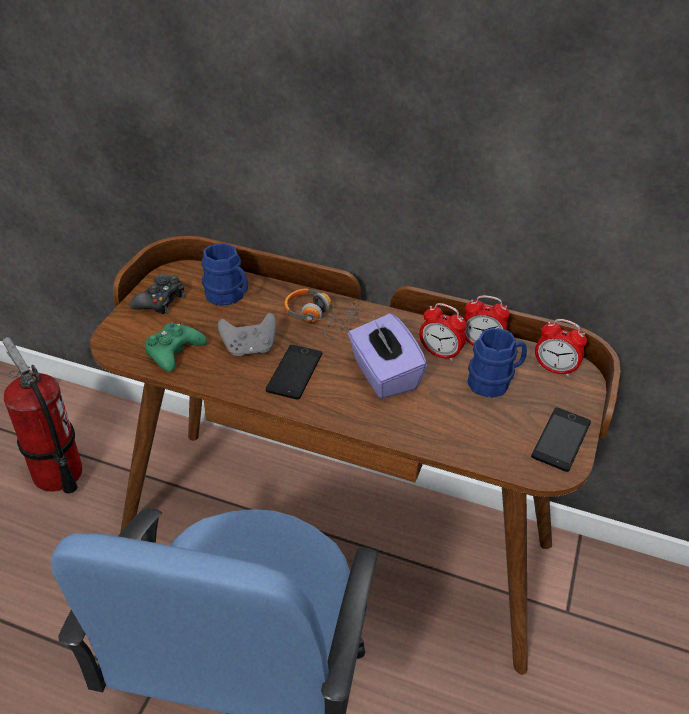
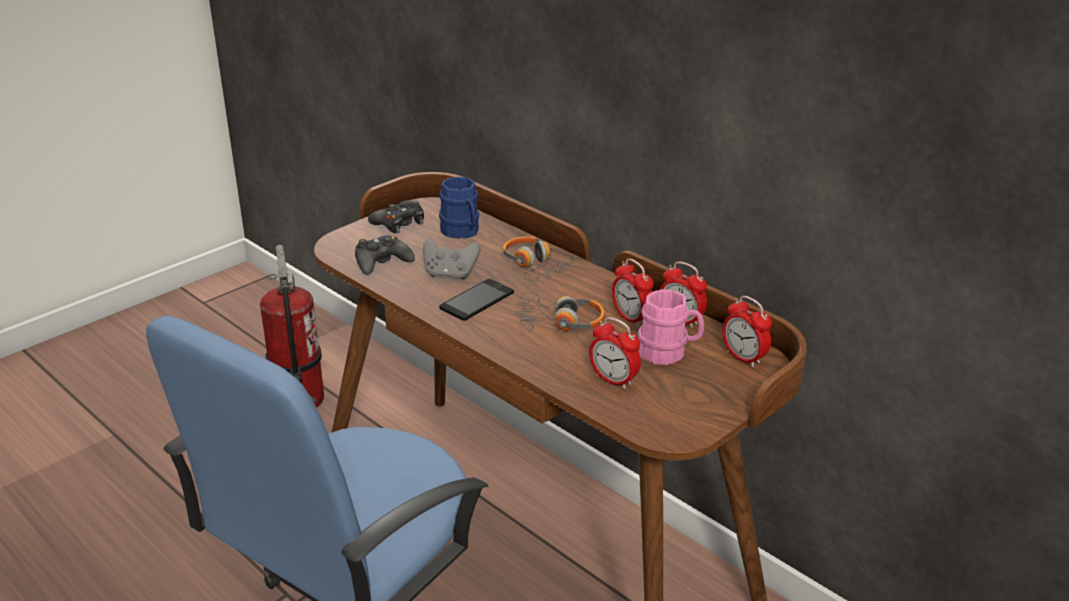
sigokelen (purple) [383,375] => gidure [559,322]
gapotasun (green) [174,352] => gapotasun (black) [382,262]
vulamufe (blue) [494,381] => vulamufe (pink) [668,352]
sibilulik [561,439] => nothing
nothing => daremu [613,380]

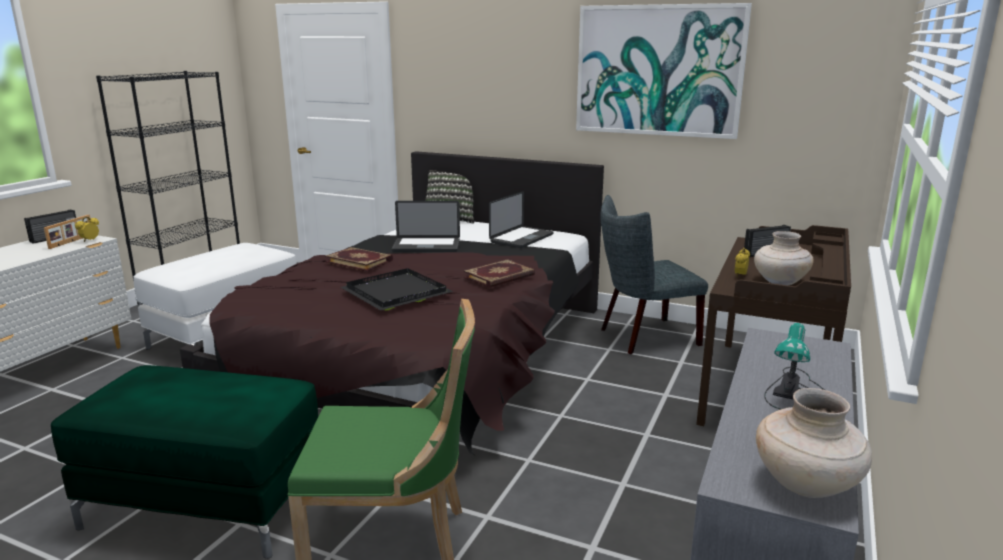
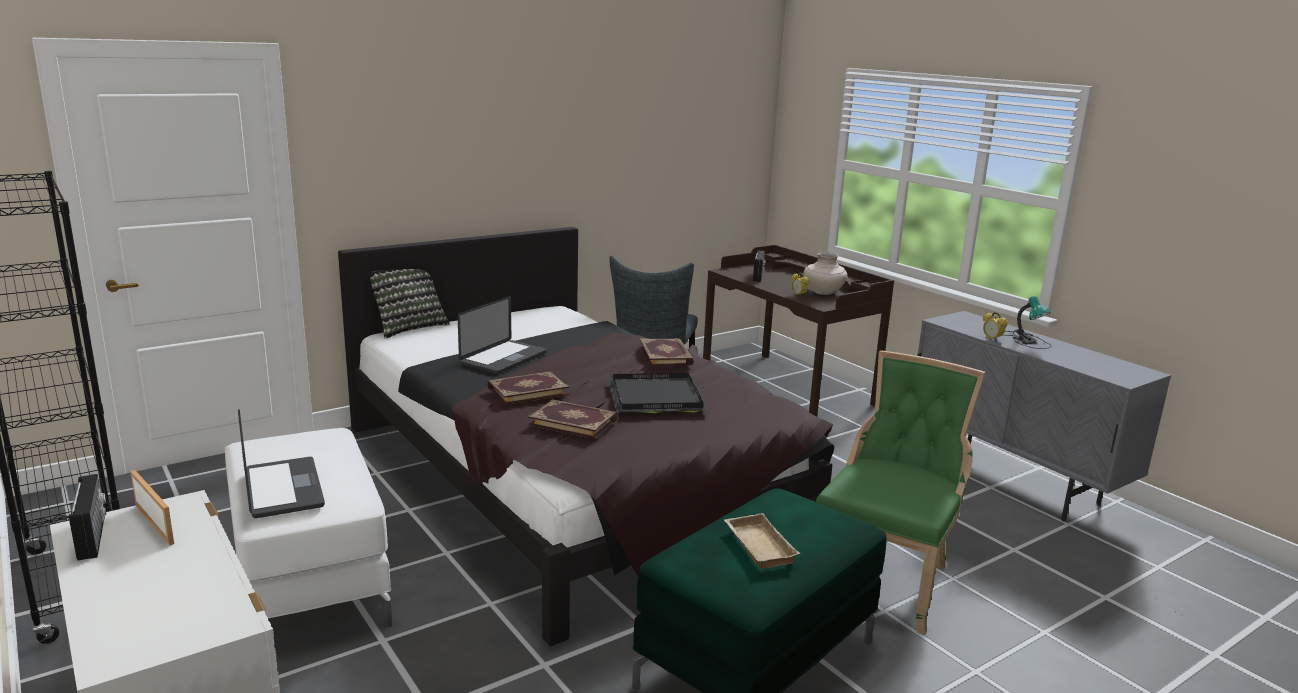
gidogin [658,71] => nothing
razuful [521,238] => razuful [283,489], relocated
daremu [90,241] => daremu [992,339], relocated
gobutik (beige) [806,485] => nothing
nothing => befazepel [573,422]
nothing => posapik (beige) [757,546]

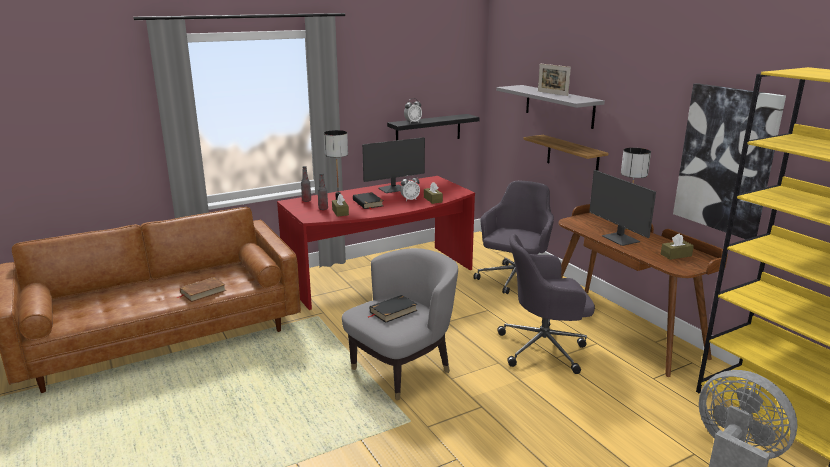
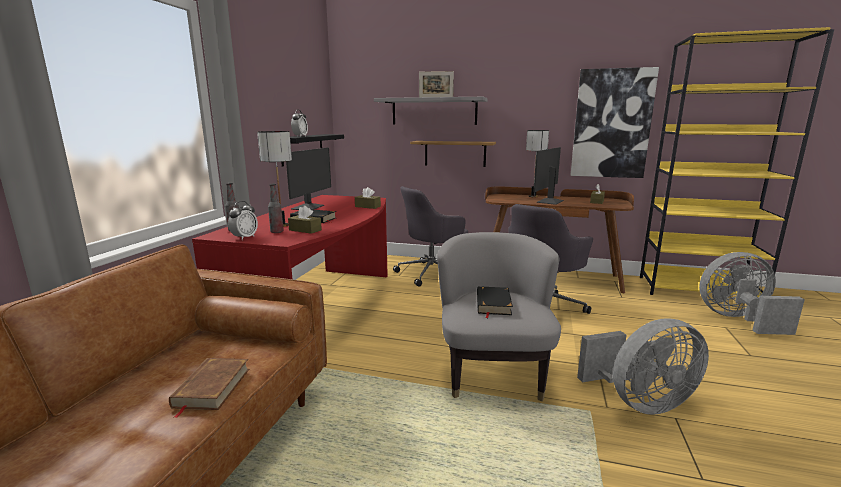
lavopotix [619,239] => lavopotix [549,201], 105 degrees clockwise
daremu [410,199] => daremu [244,237], relocated
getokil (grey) [515,281] => getokil (grey) [432,273], 105 degrees counterclockwise
nothing => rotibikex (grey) [640,402]

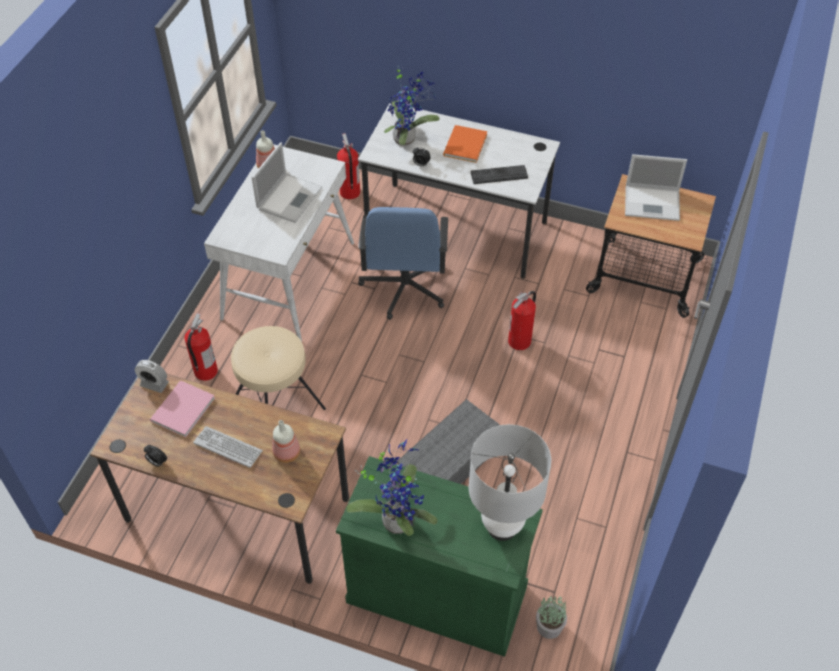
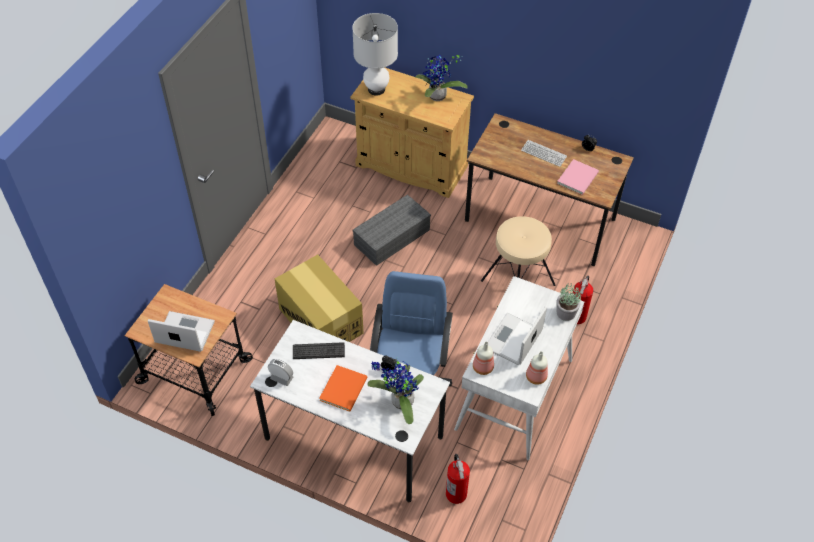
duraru [520,341] => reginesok [320,321]
daremu [154,384] => daremu [281,378], relocated
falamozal [287,452] => falamozal [482,368], relocated
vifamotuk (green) [437,593] => vifamotuk (beige) [411,166]
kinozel [549,626] => kinozel [565,313], relocated

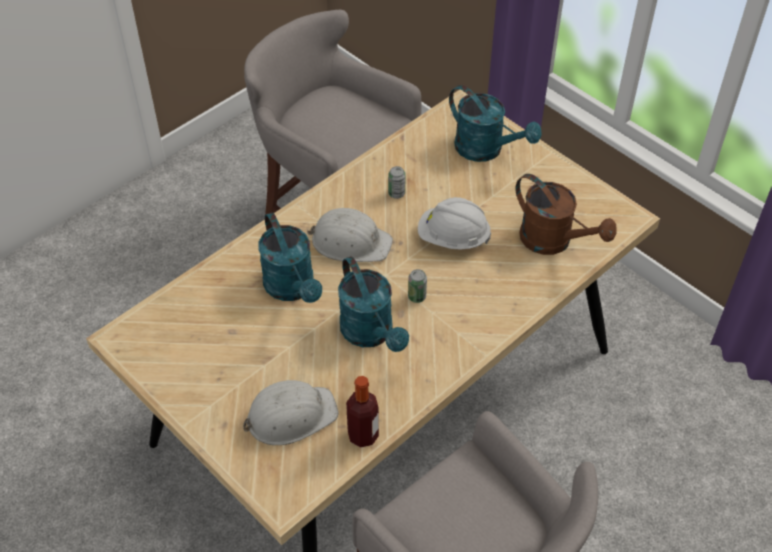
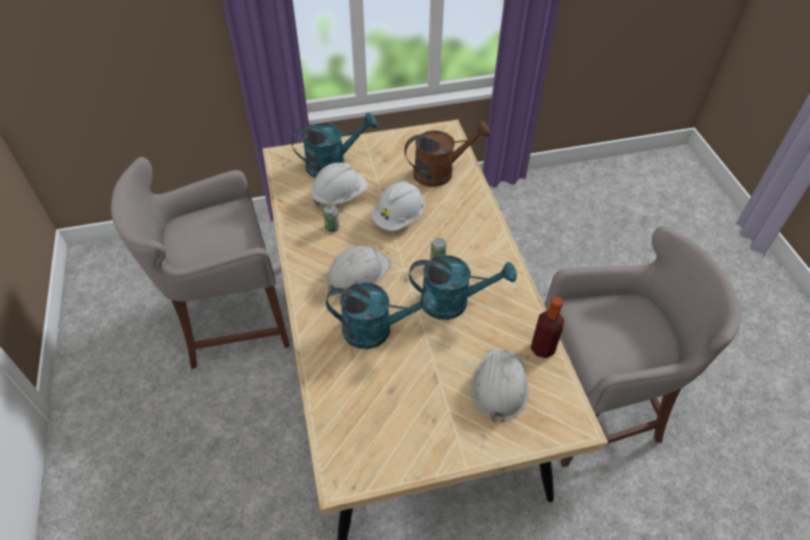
nothing => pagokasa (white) [339,195]

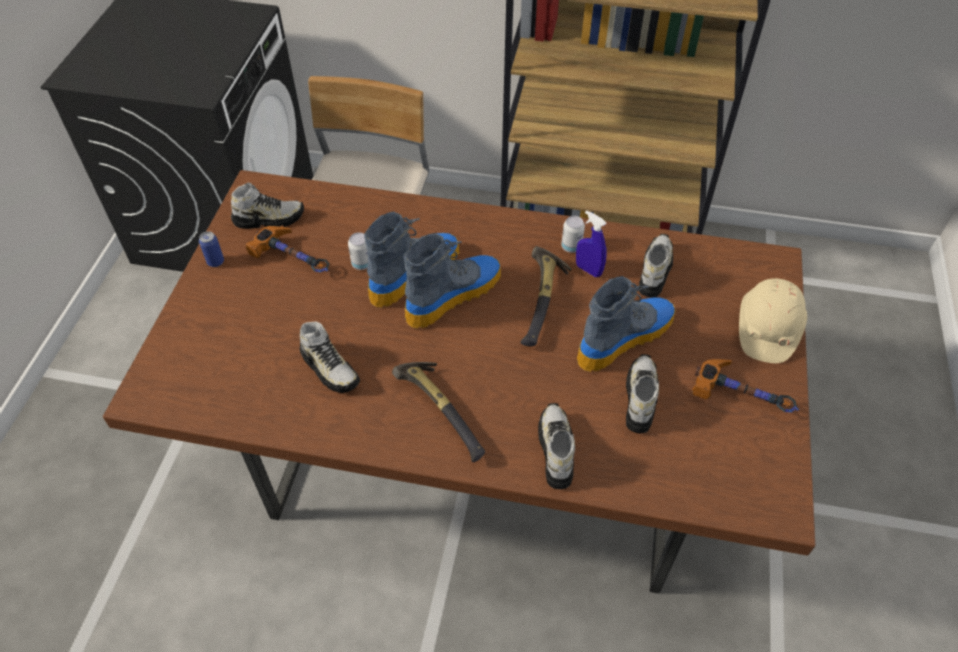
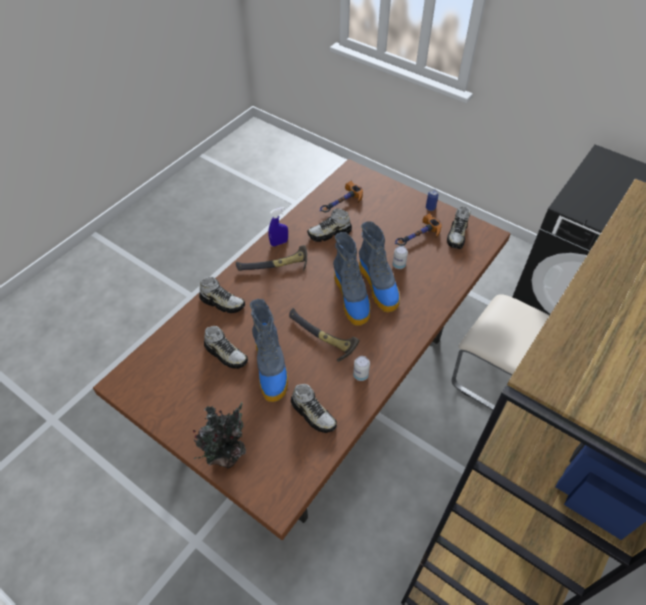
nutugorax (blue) [588,270] => nutugorax (blue) [279,243], relocated
pagokasa (beige) [766,330] => kinozel [227,454]
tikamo [743,395] => tikamo [341,205], relocated

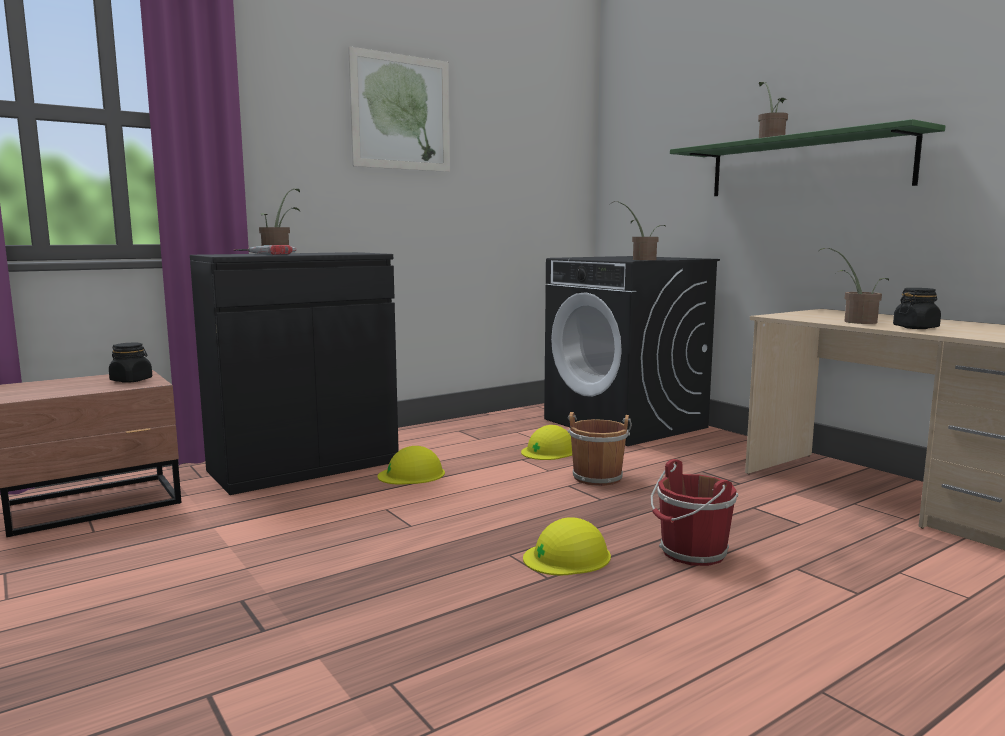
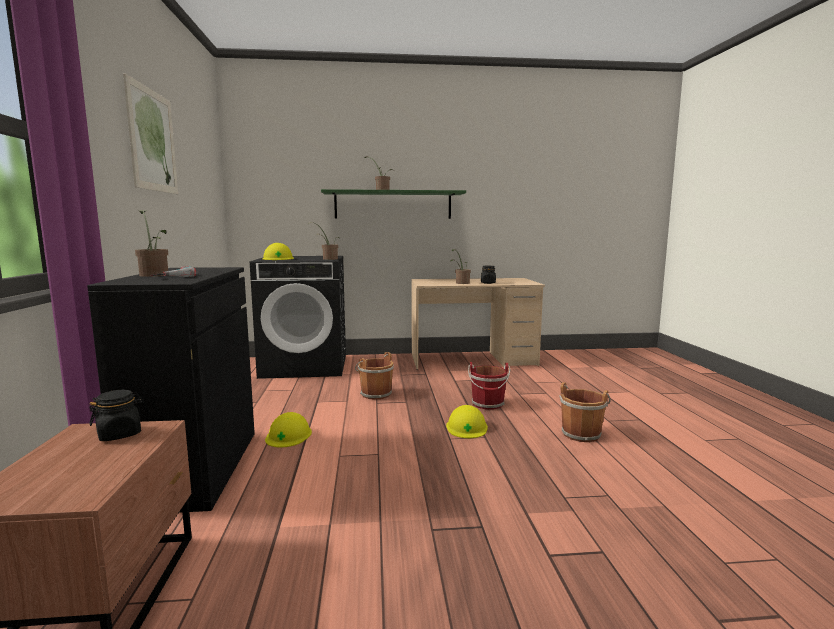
pagokasa (yellow) [549,451] => pagokasa (yellow) [278,258], relocated
nothing => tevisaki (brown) [581,433]

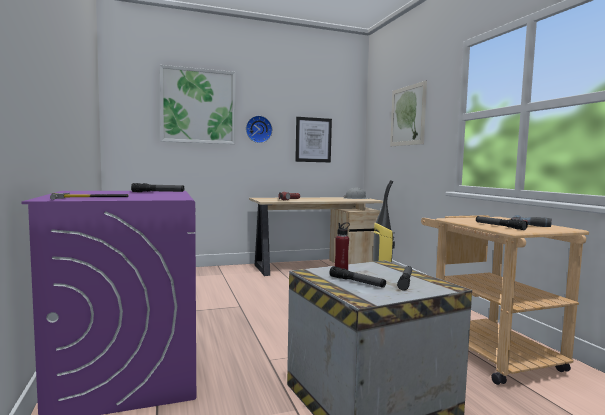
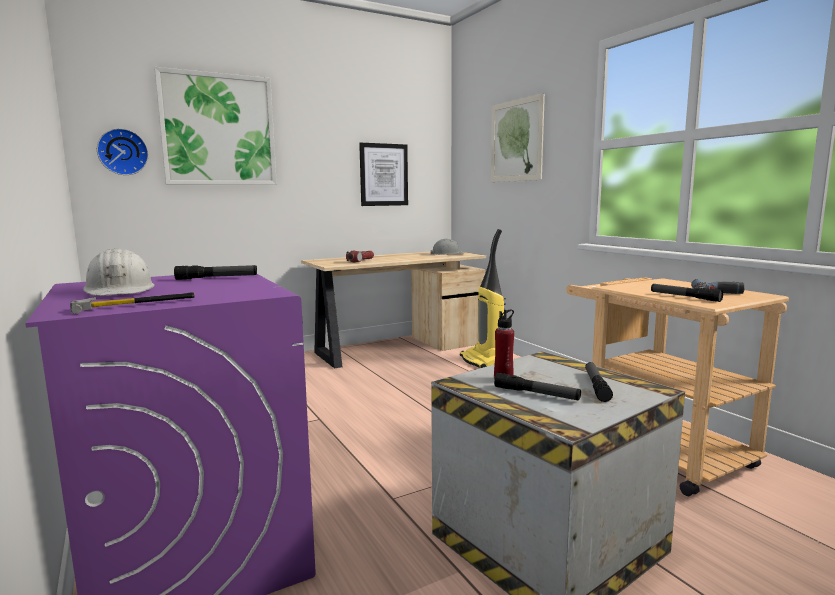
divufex [258,129] => divufex [123,152], relocated
nothing => pagokasa (white) [120,290]

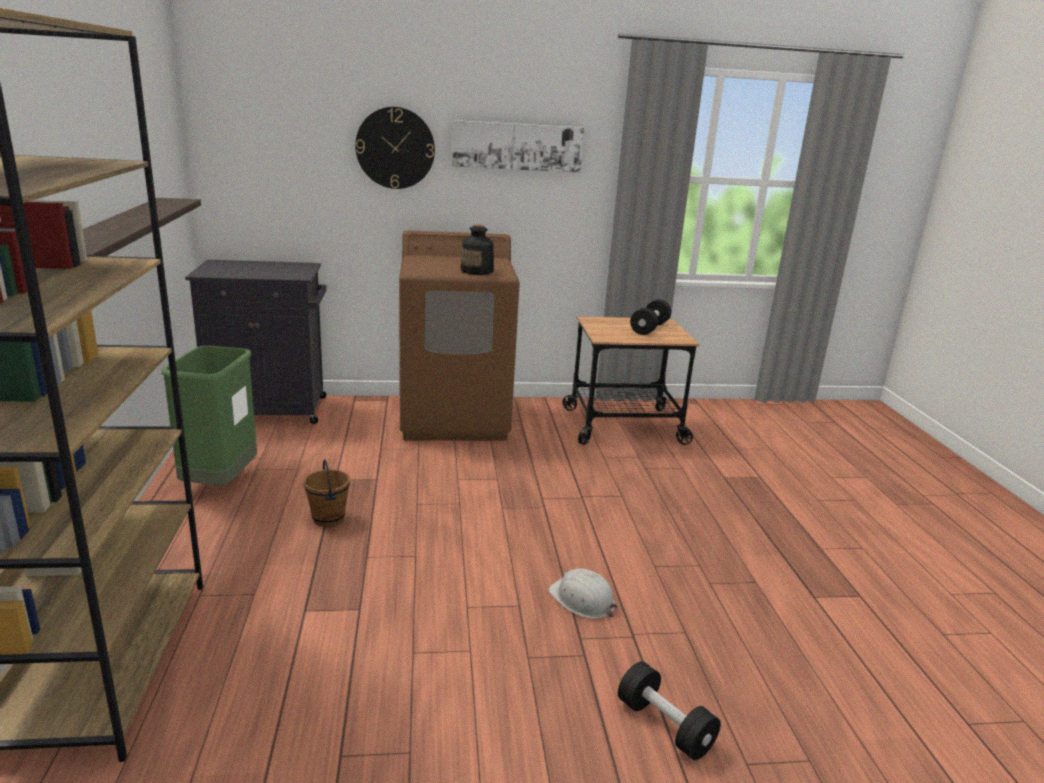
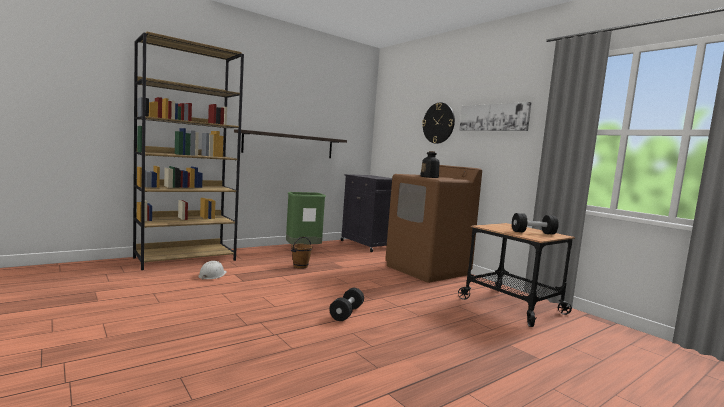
pagokasa (white) [582,600] => pagokasa (white) [212,275], relocated
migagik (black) [664,726] => migagik (black) [346,313], relocated

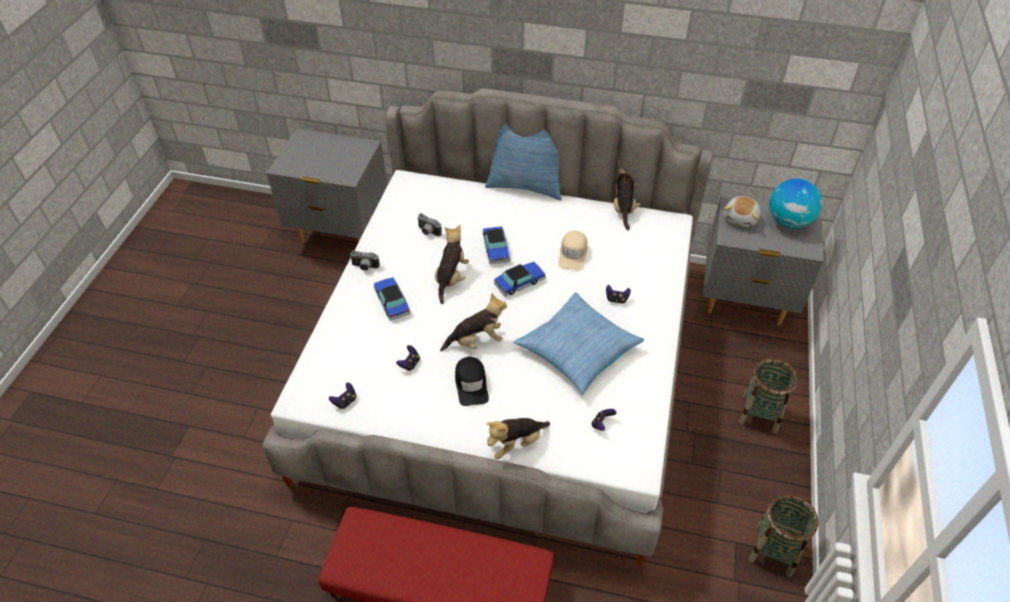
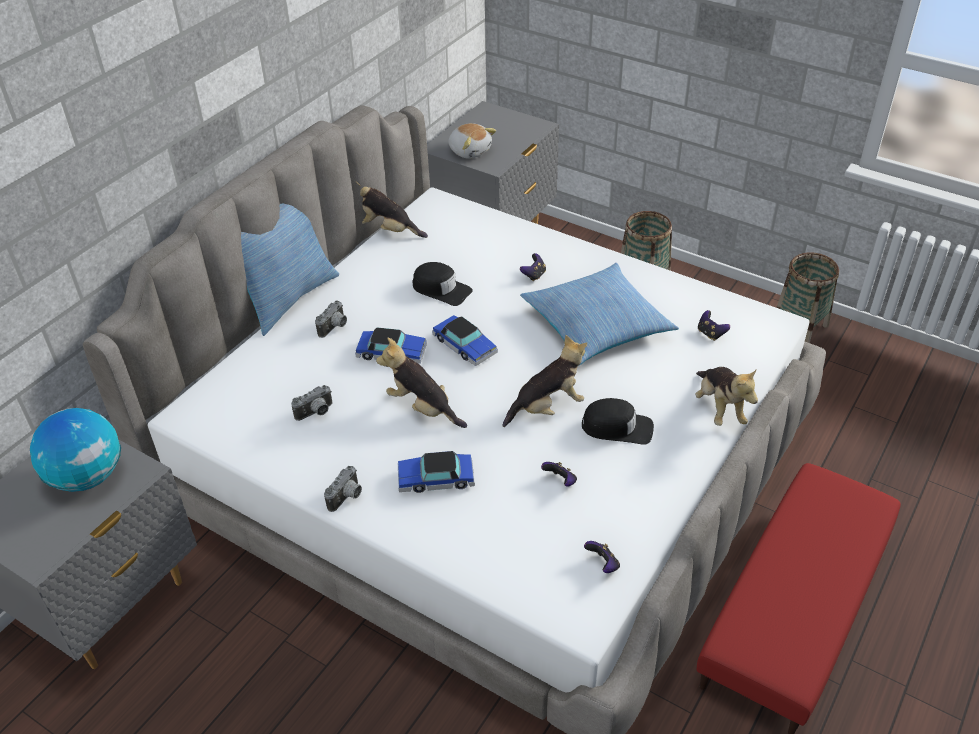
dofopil [789,221] => dofopil [87,476], relocated
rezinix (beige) [573,254] => rezinix (black) [441,289]
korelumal [519,282] => korelumal [464,346], 150 degrees clockwise
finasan [476,341] => finasan [547,407], 60 degrees clockwise
nothing => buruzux [335,328]

